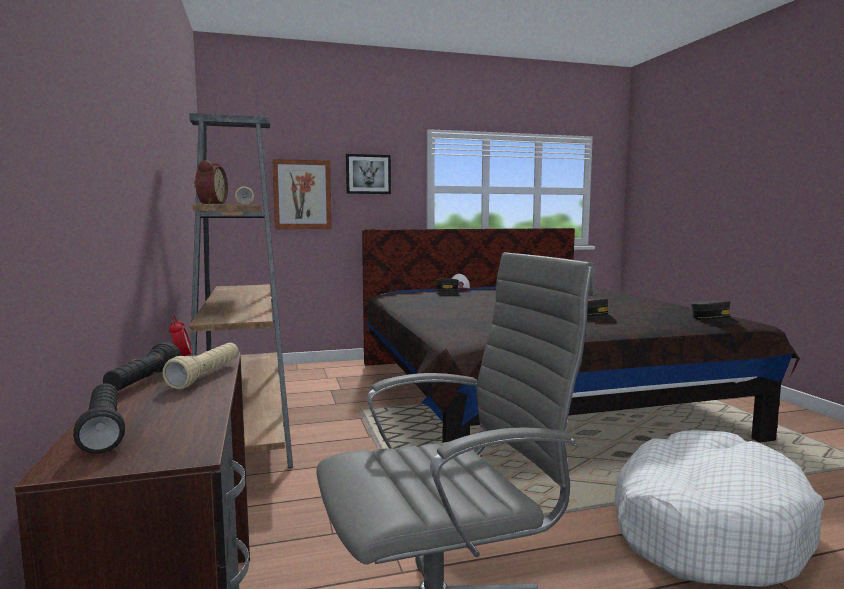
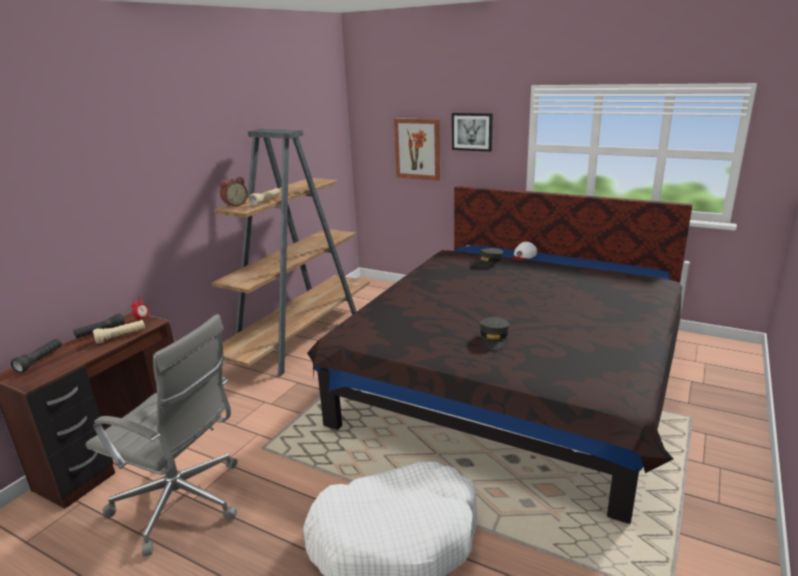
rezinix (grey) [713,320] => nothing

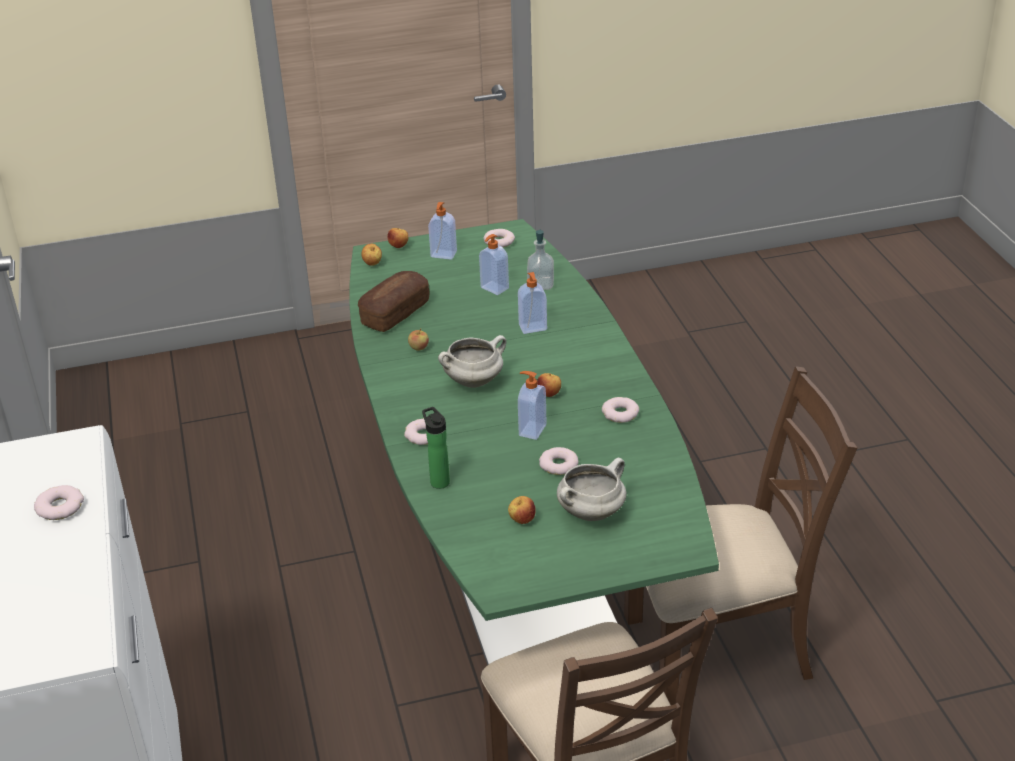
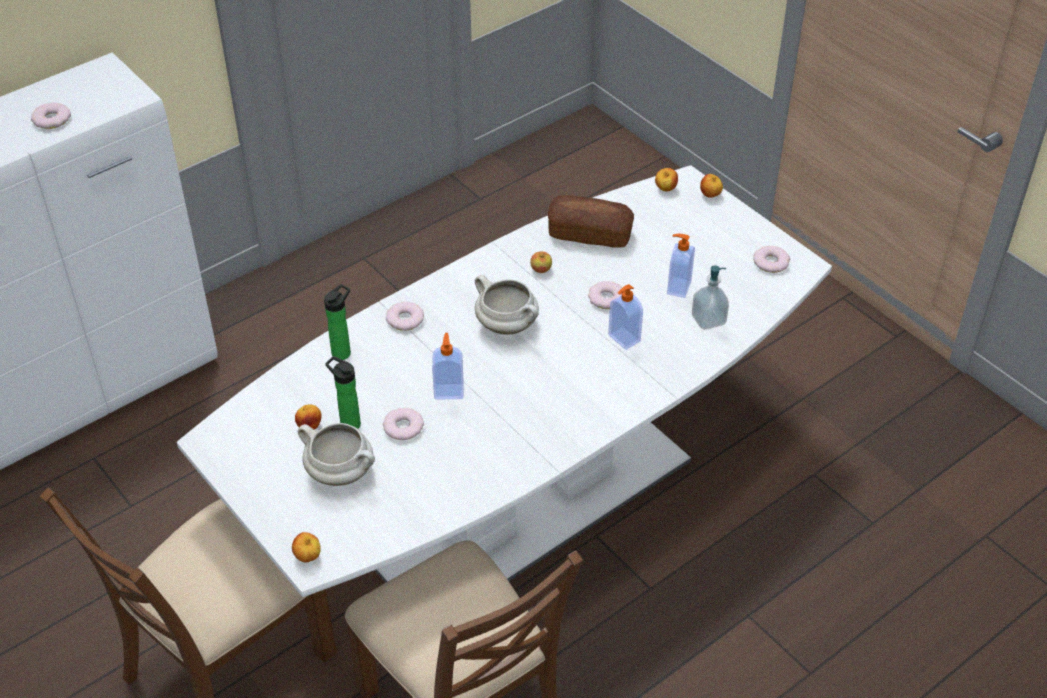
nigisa [443,255] => nothing
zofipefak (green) [514,550] => zofipefak (white) [522,501]
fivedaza [549,394] => fivedaza [308,557], relocated
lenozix [620,413] => lenozix [606,298], relocated
nothing => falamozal [348,423]

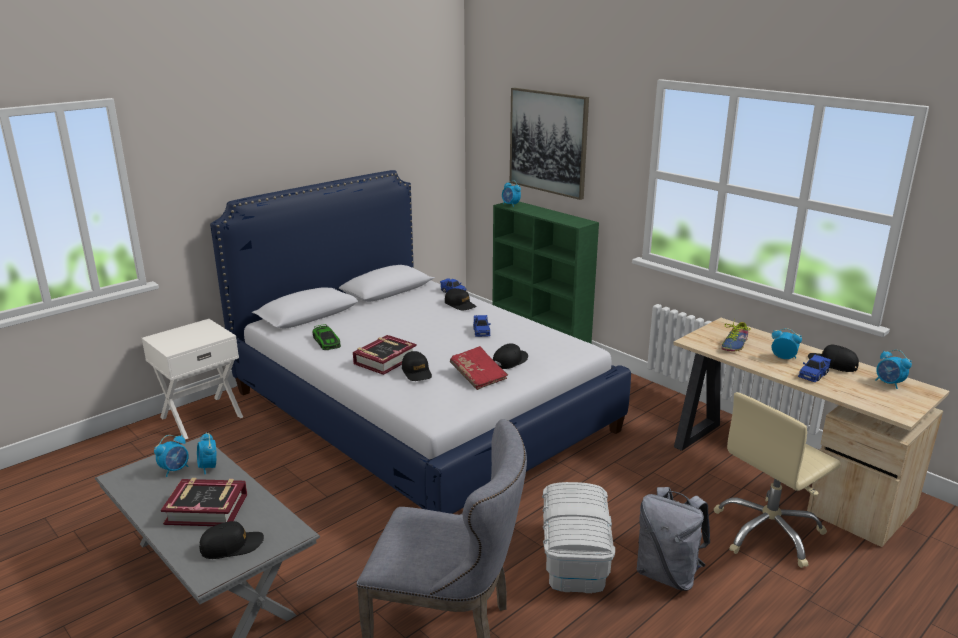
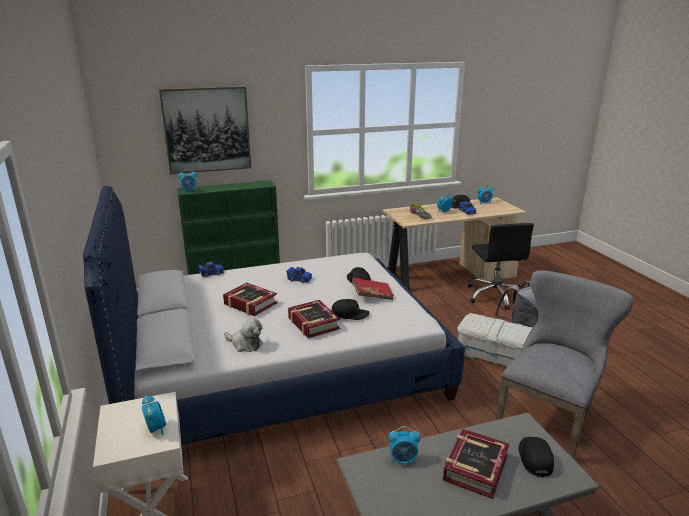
rezinix (black) [460,305] => nothing
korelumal [326,342] => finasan [245,344]
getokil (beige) [768,532] => getokil (black) [495,296]
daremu [175,469] => daremu [156,428], relocated
nothing => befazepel [250,304]

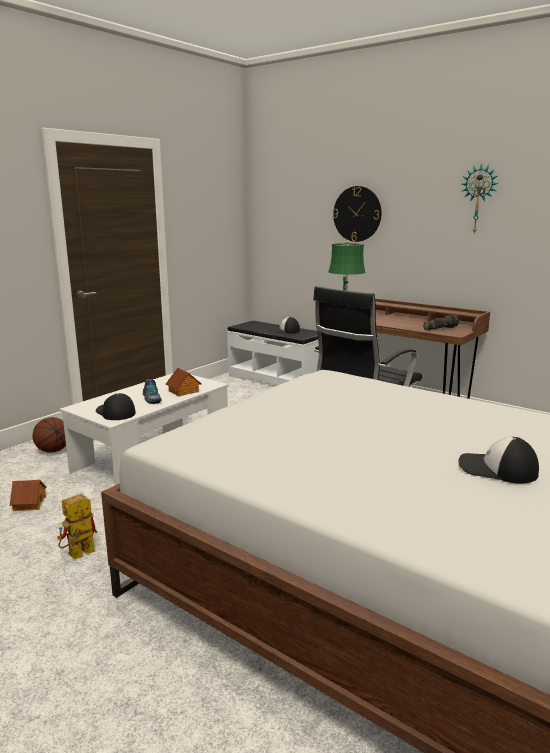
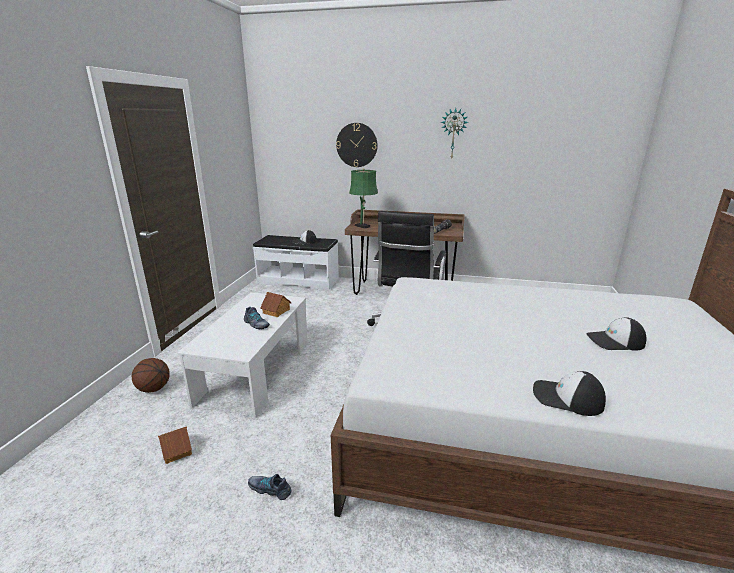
rezinix [115,412] => rezinix [566,398], relocated
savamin [77,556] => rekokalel [270,489]

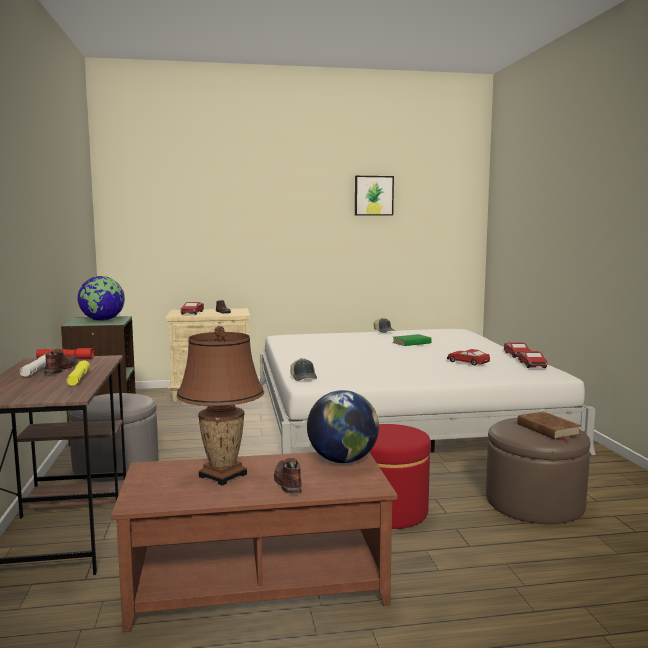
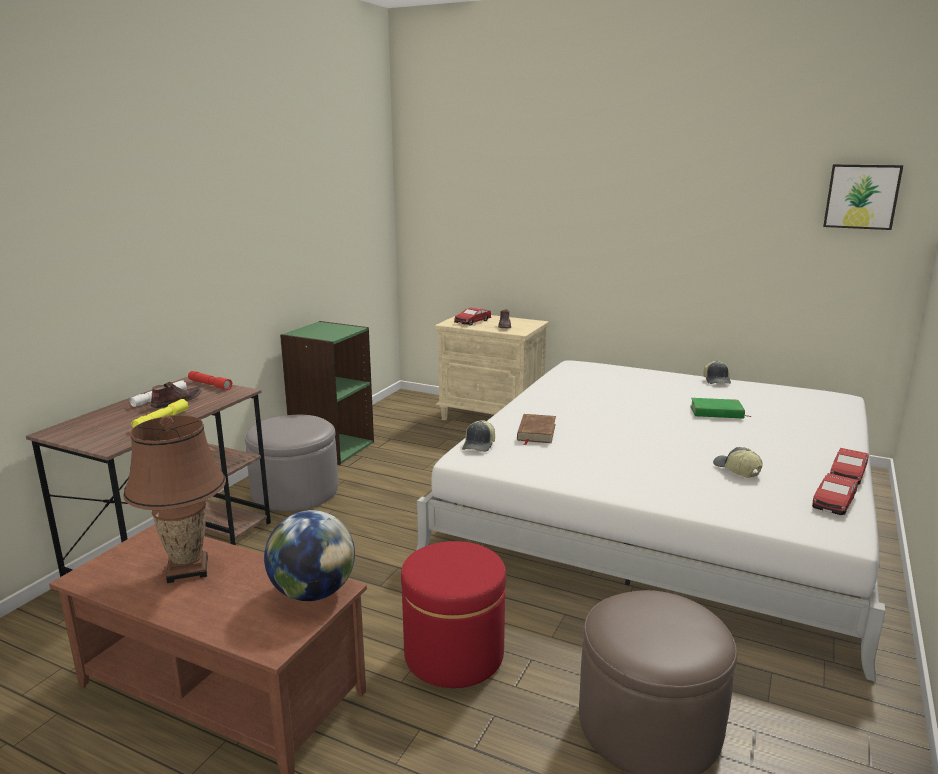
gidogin [373,195] => gidogin [861,196], relocated
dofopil [102,320] => nothing
korelumal [467,362] => rezinix [736,470]
befazepel (brown) [548,429] => befazepel (brown) [536,432], relocated
rekokalel (brown) [287,482] => nothing

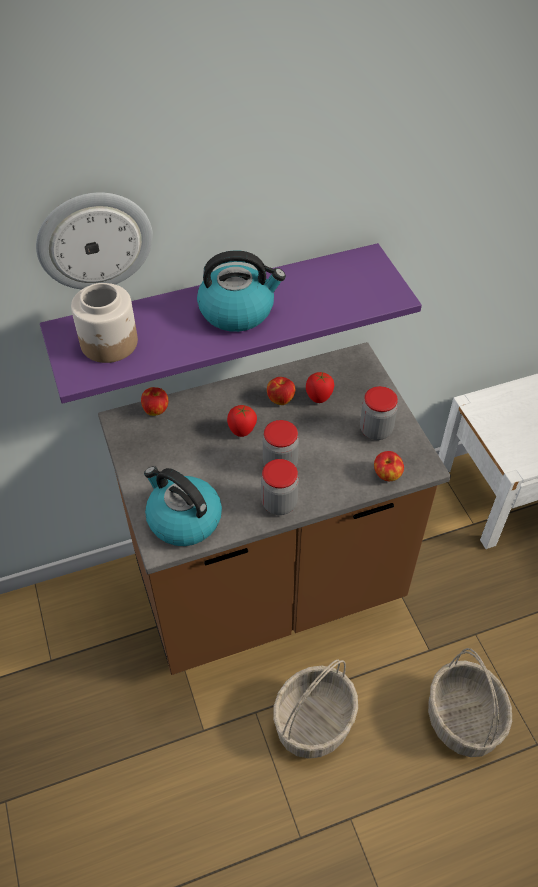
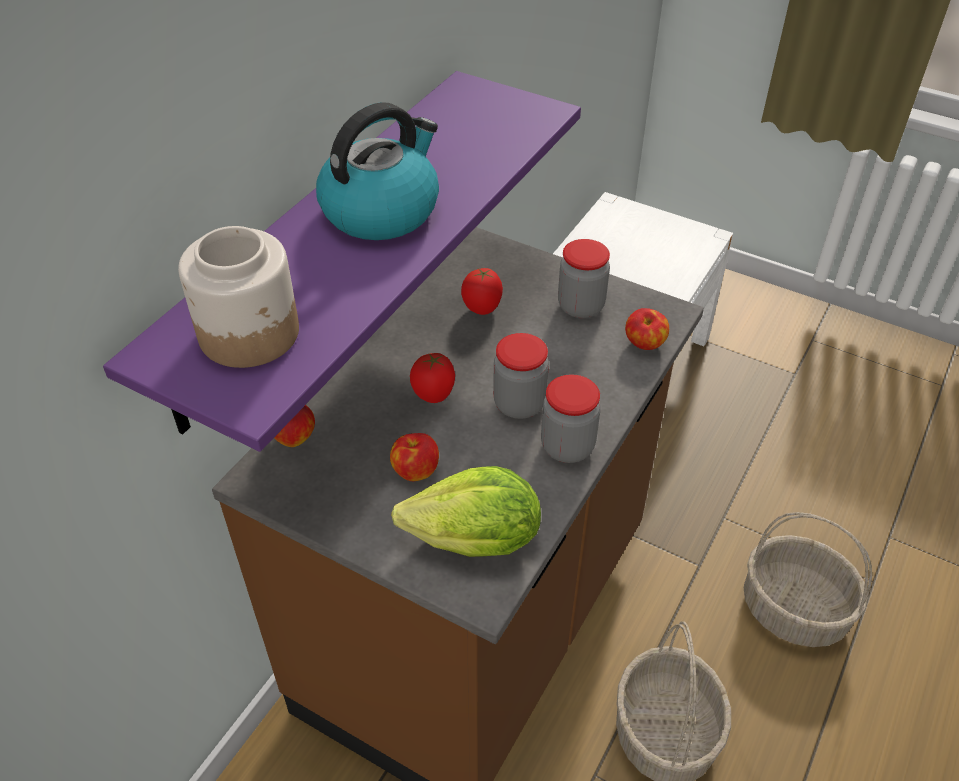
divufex [94,240] => nothing
fivedaza [280,399] => fivedaza [415,470], relocated
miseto [183,519] => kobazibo [475,541]

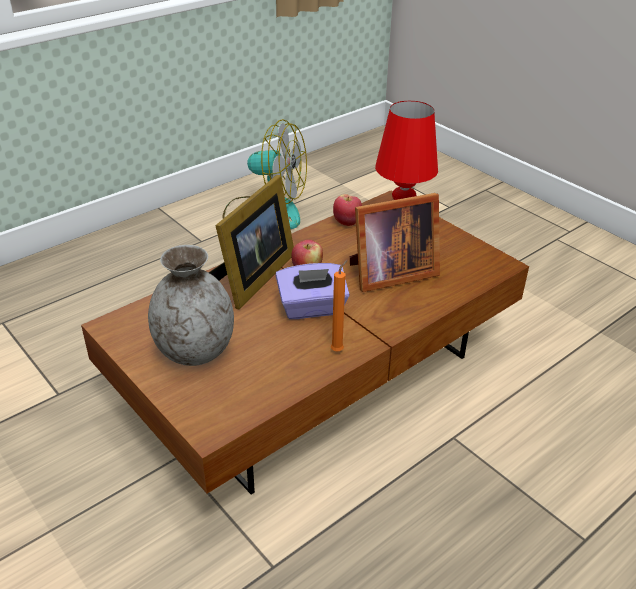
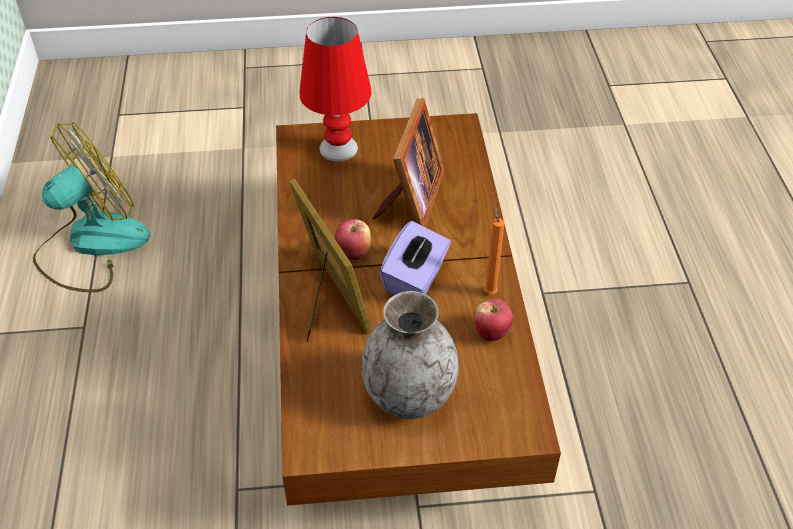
fivedaza [347,223] => fivedaza [491,333], relocated

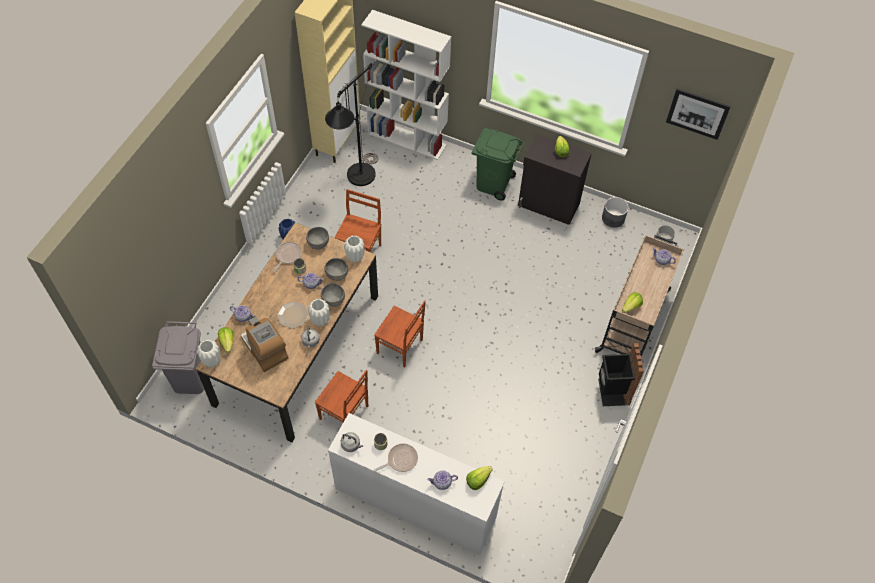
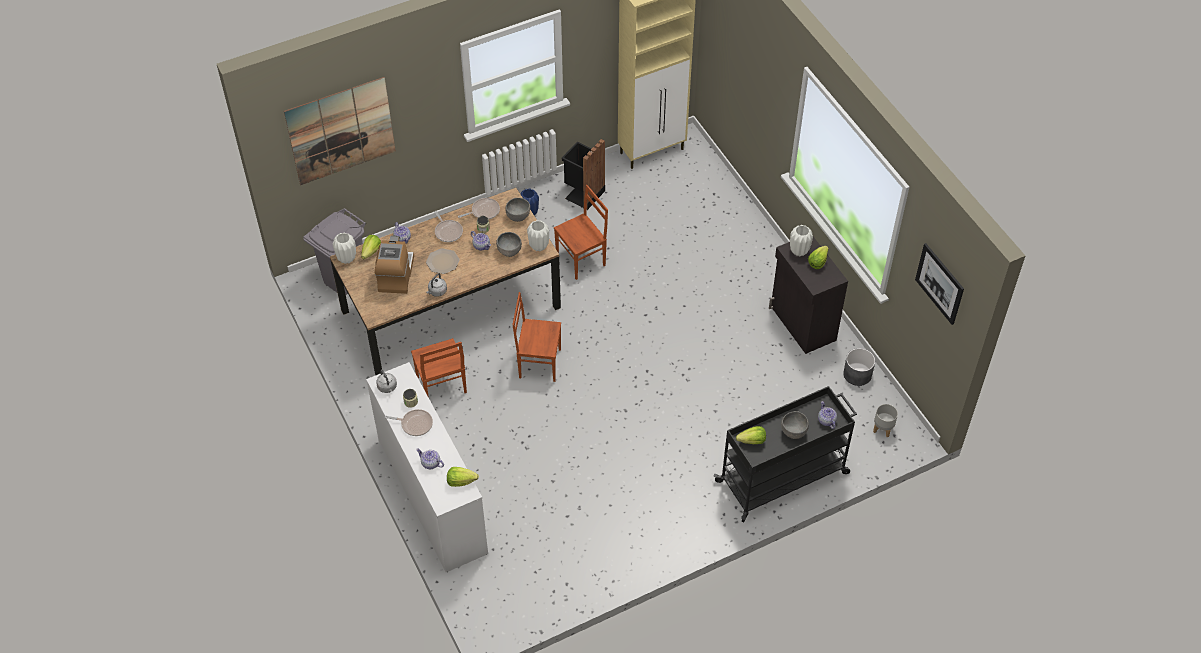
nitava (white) [407,139] => nothing
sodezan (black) [357,181] => nothing
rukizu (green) [493,183] => nothing
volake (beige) [634,319] => volake (black) [783,477]
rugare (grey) [333,300] => rugare (grey) [793,432], relocated
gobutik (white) [320,320] => gobutik (white) [799,251], relocated
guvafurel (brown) [400,347] => guvafurel (brown) [539,362], 120 degrees clockwise
rukizu (black) [611,392] => rukizu (black) [583,194], relocated
nothing => gidogin [341,131]
nothing => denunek [448,231]

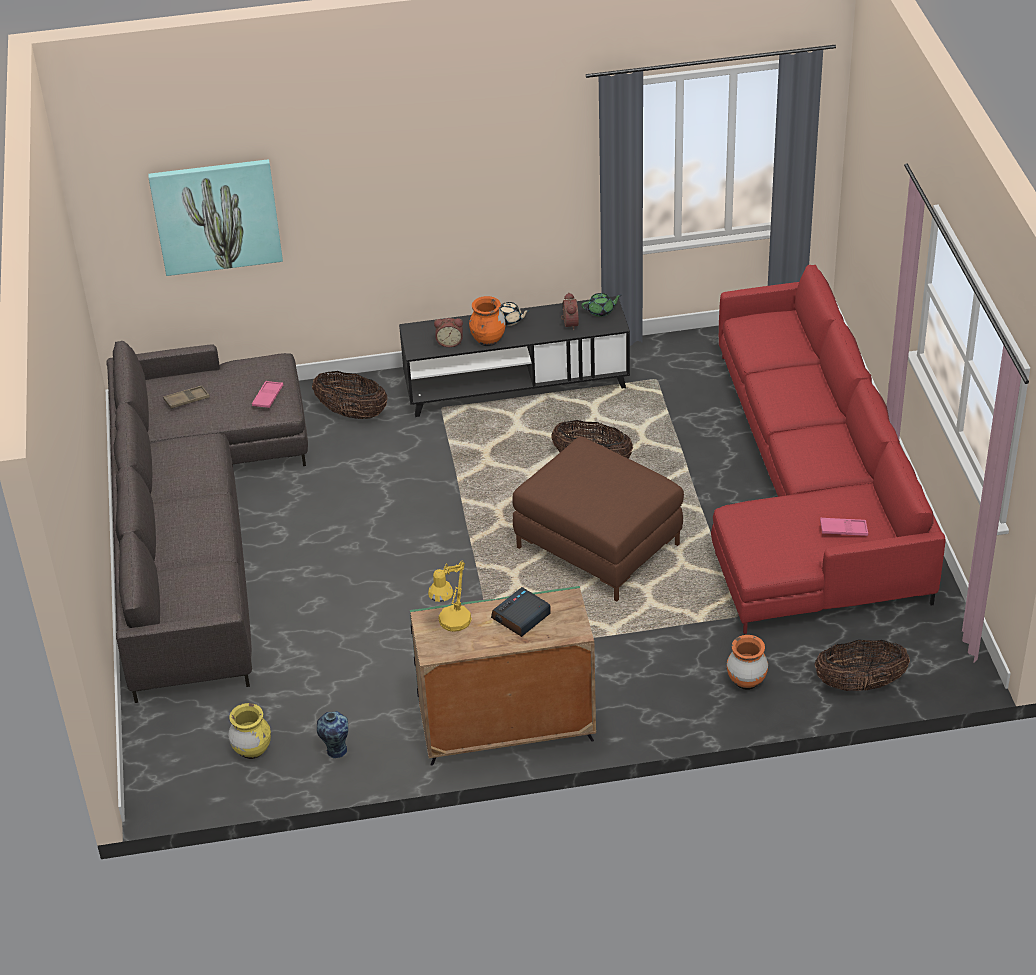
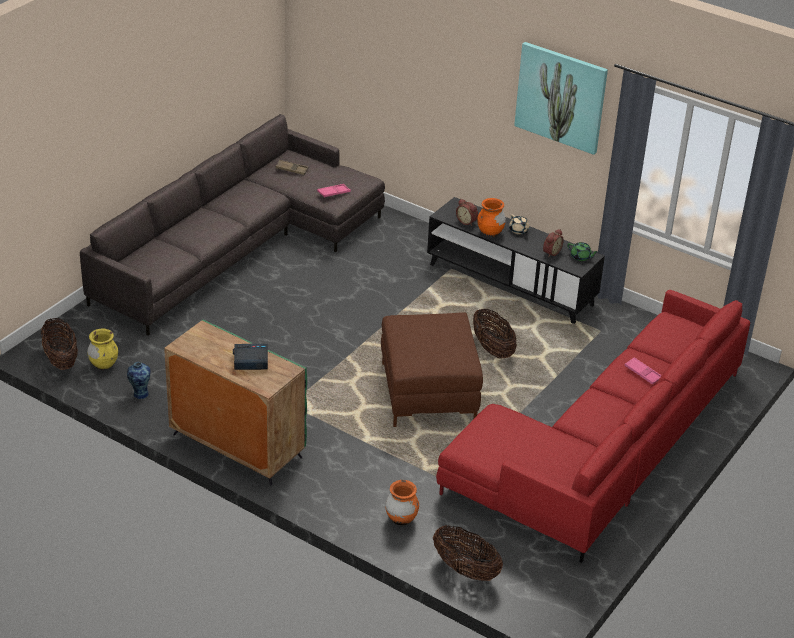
gidogin [216,216] => gidogin [561,97], relocated
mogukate [352,413] => mogukate [61,360], relocated
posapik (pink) [843,529] => posapik (pink) [642,373], relocated
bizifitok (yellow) [452,625] => nothing

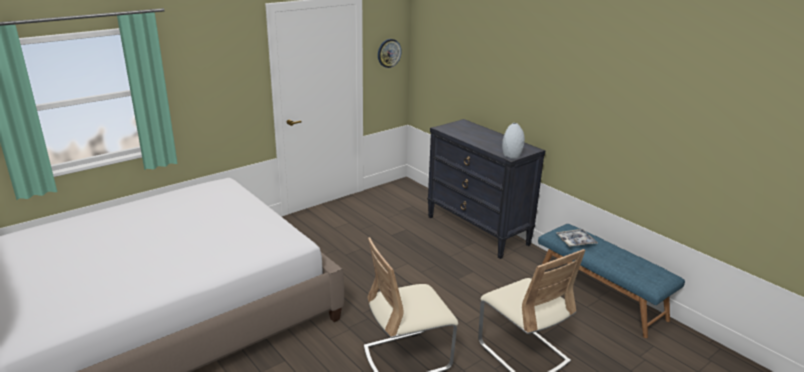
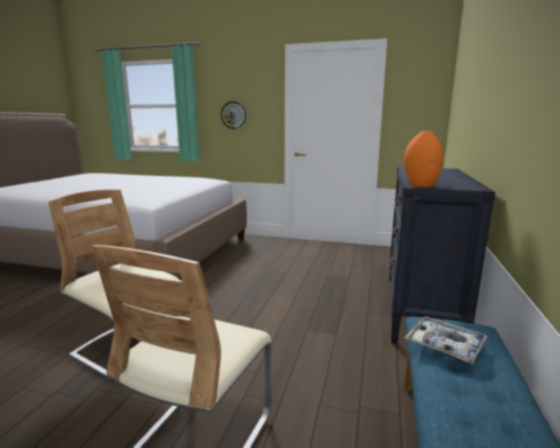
divufex [389,53] => divufex [233,115], relocated
gobutik (grey) [511,156] => gobutik (orange) [421,185]

